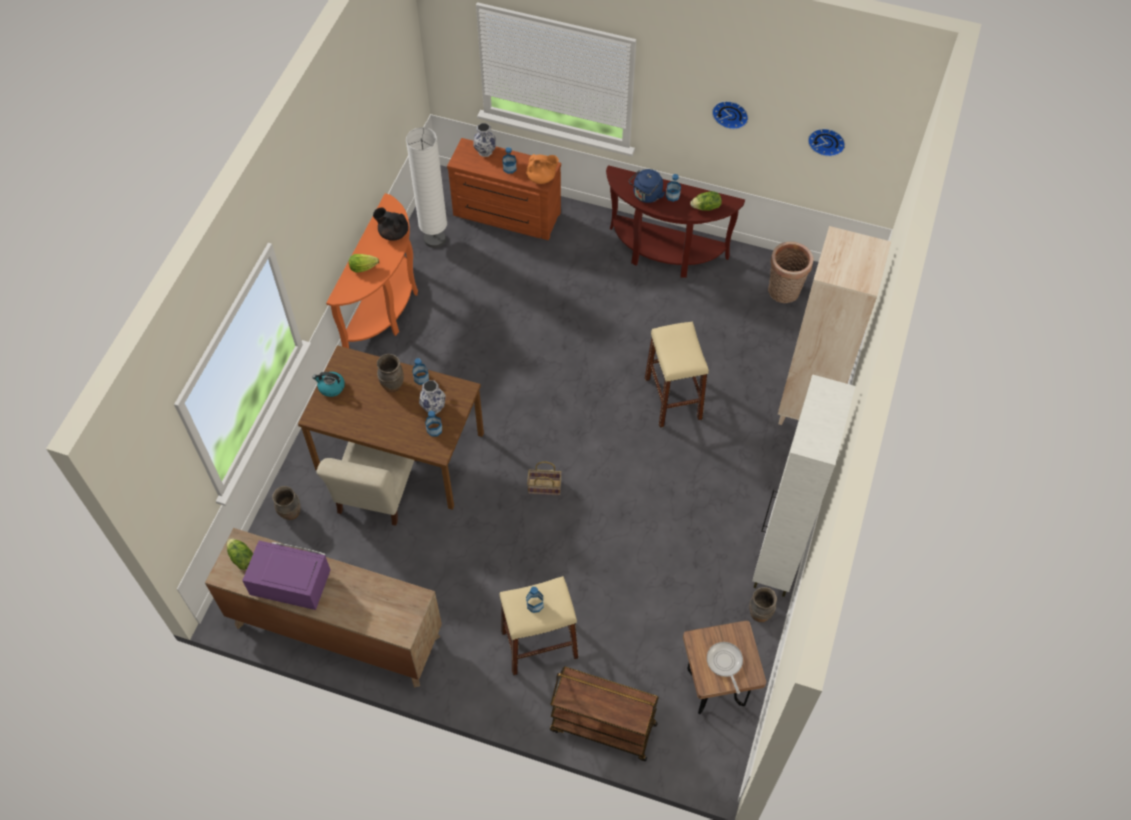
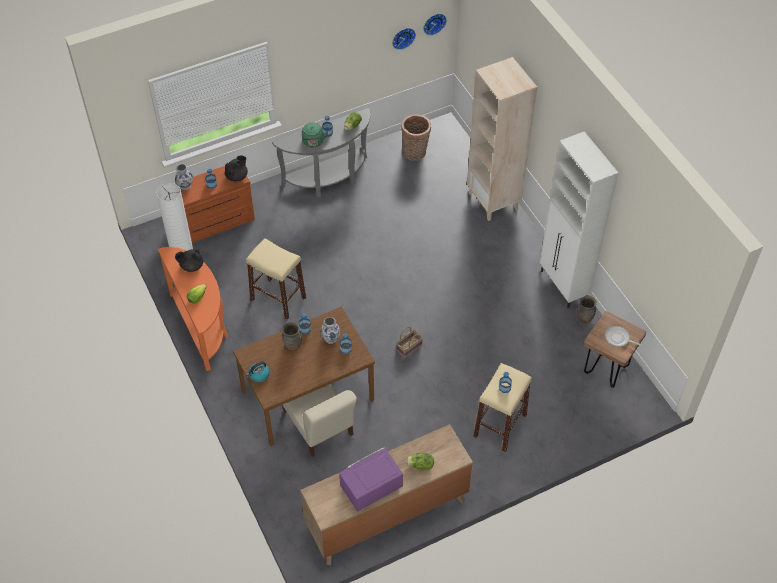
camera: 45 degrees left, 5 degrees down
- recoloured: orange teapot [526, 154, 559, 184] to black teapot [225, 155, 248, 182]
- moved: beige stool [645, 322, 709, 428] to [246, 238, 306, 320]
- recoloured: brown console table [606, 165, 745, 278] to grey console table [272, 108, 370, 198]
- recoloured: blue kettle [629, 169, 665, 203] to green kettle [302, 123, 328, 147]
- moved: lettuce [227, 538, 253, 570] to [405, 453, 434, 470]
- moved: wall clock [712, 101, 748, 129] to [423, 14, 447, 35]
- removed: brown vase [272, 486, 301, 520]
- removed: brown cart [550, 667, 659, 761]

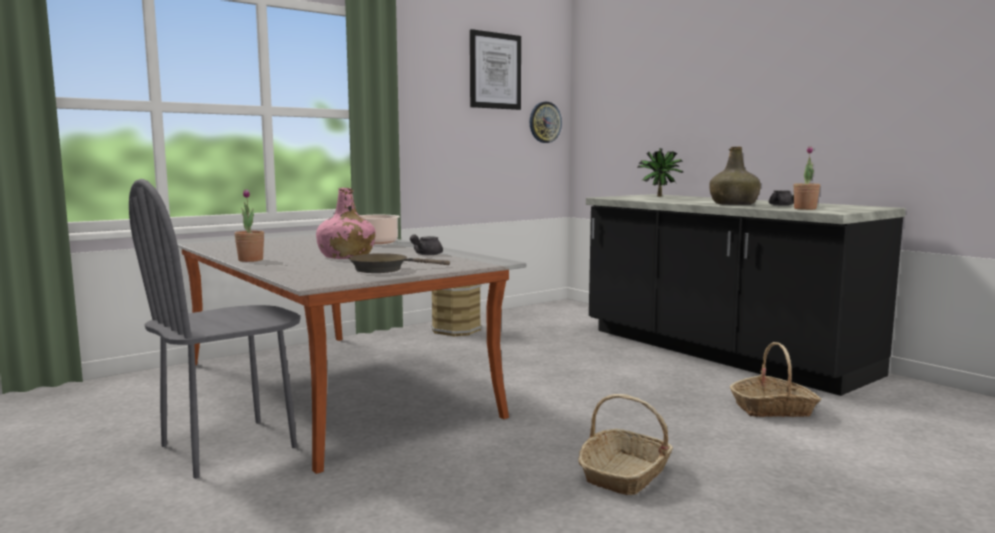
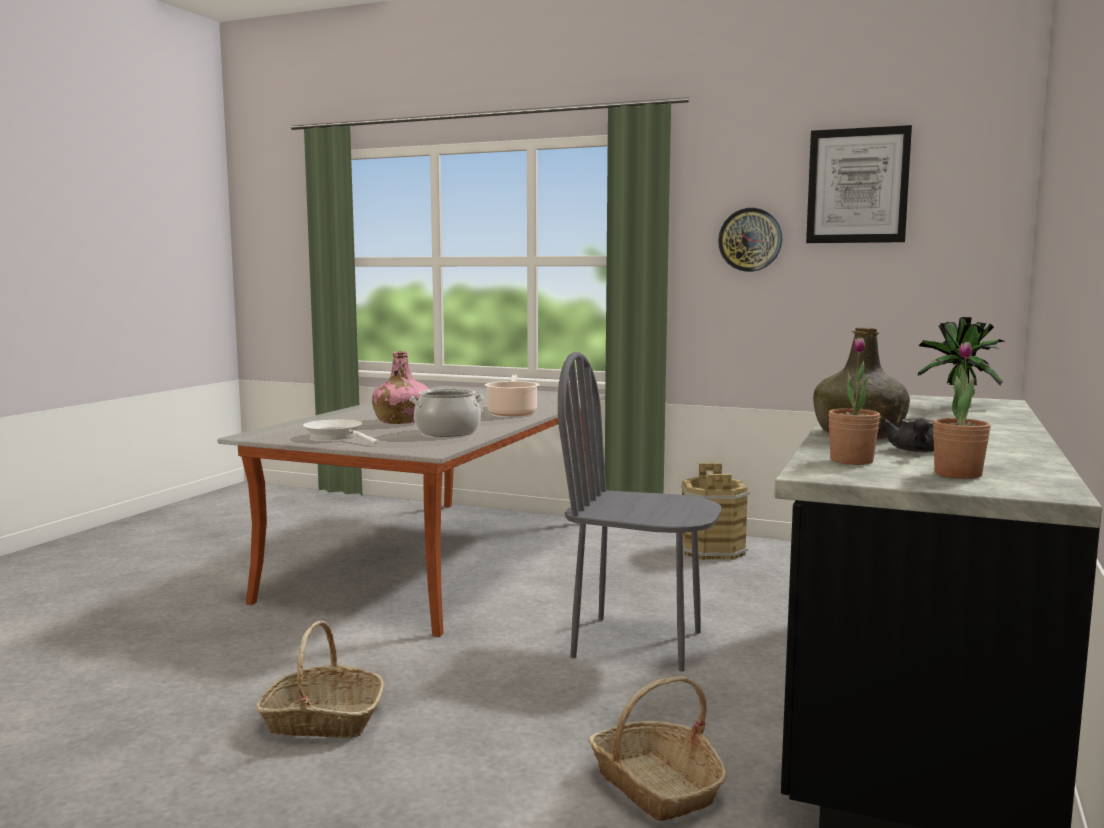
camera: 60 degrees right, 0 degrees up
- recoloured: brown frying pan [348, 253, 450, 273] to white frying pan [303, 420, 378, 444]
- replaced: grey teapot [410, 235, 443, 255] to cooking pot [410, 389, 484, 437]
- moved: grey chair [129, 179, 301, 479] to [558, 352, 721, 672]
- moved: wall clock [530, 102, 562, 143] to [718, 208, 782, 272]
- moved: potted plant [234, 189, 264, 262] to [933, 342, 991, 479]

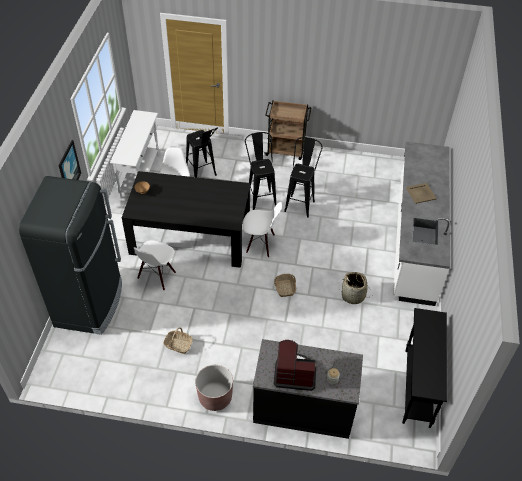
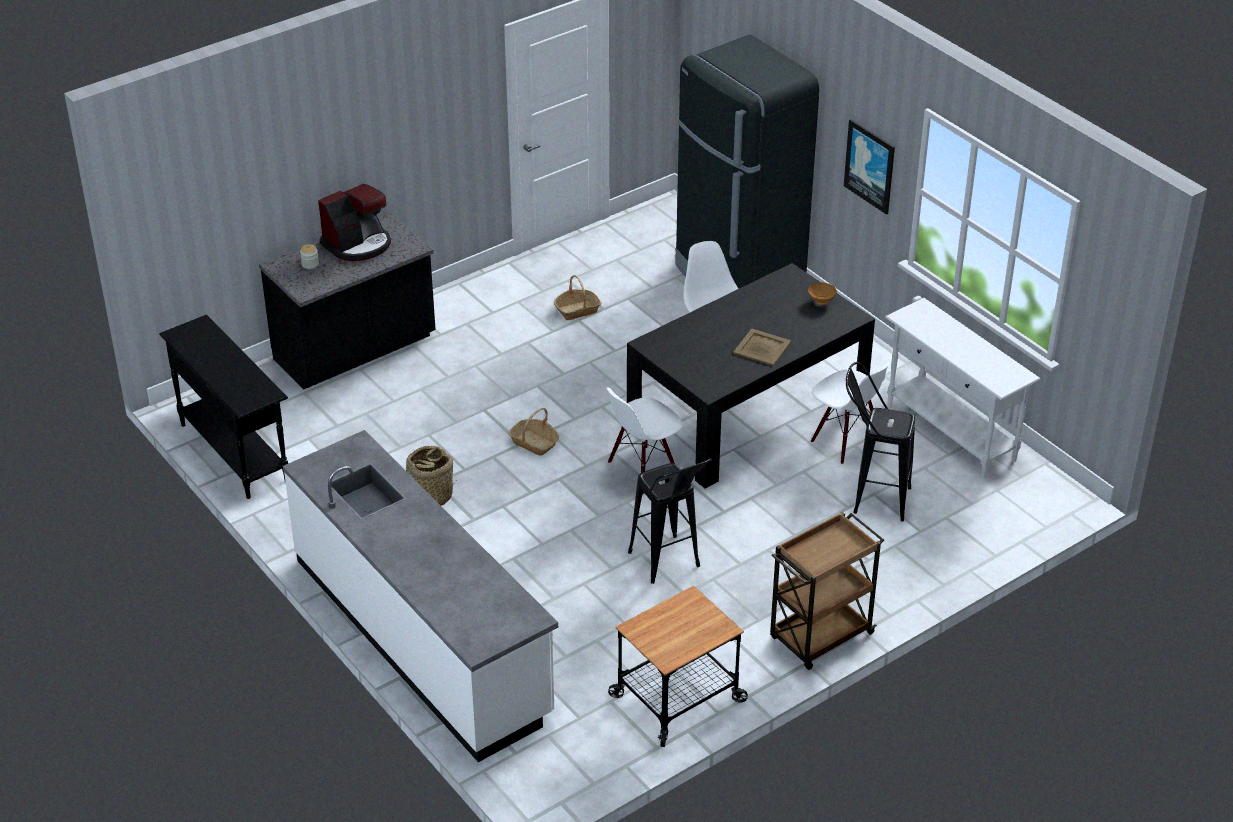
camera: 135 degrees right, 10 degrees down
- added: cart [608, 586, 748, 747]
- moved: beige tray [406, 183, 437, 204] to [733, 329, 791, 366]
- removed: brown planter [195, 365, 233, 411]
- removed: black stool [245, 132, 276, 210]

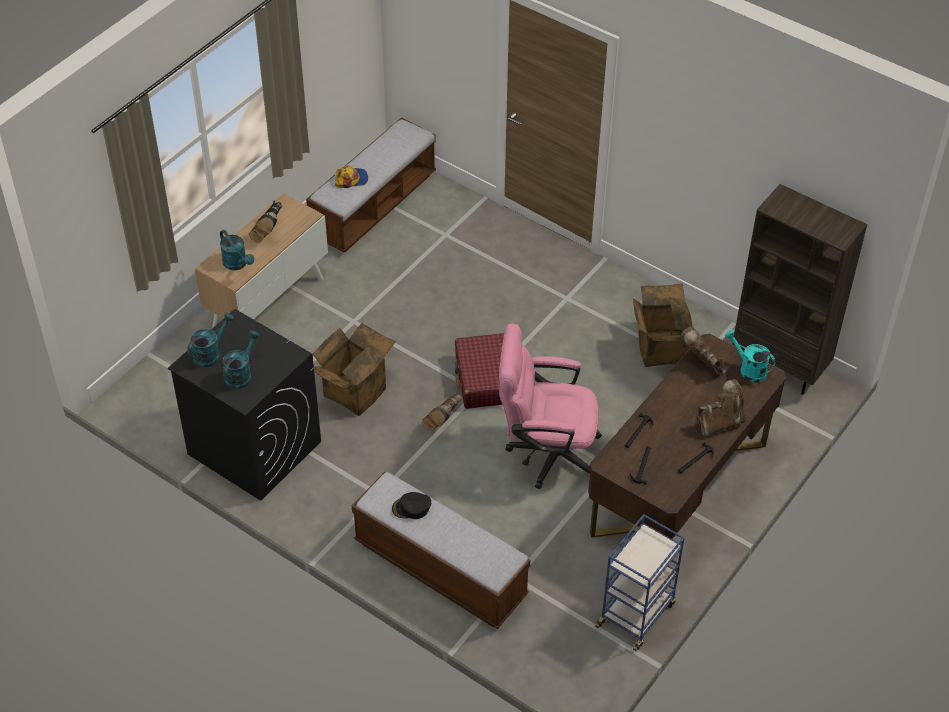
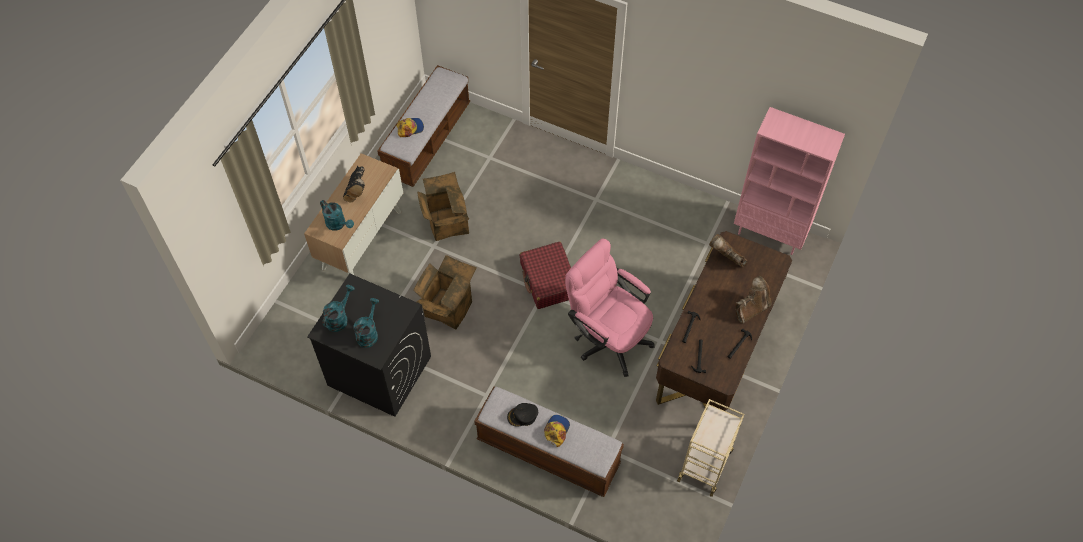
camera: 10 degrees left, 10 degrees up
- moved: cardboard box [633, 283, 692, 367] to [417, 172, 469, 241]
- added: cap [544, 415, 570, 447]
- turned: pink office chair [499, 323, 602, 489] = [565, 239, 654, 377] 45 degrees clockwise
- recoloured: blue cart [595, 514, 685, 651] to beige cart [677, 399, 745, 497]
- recoloured: brown bookcase [733, 184, 867, 395] to pink bookcase [734, 107, 845, 255]
- removed: brown boot [422, 392, 462, 431]
- removed: turquoise watering can [725, 329, 776, 382]

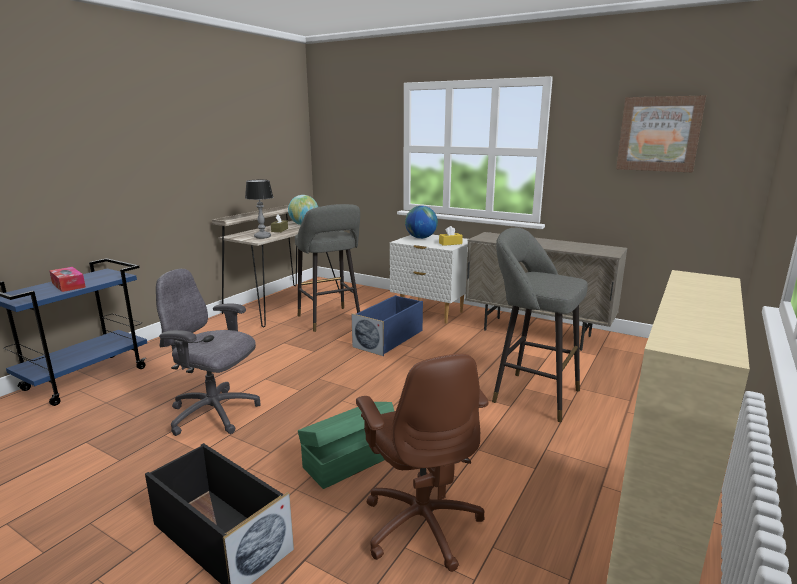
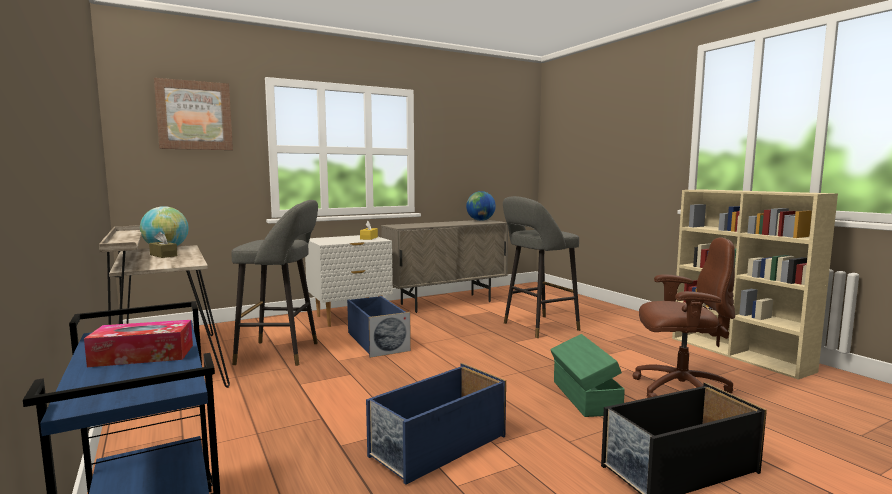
camera: 60 degrees left, 10 degrees down
- moved: picture [616, 96, 706, 173] to [154, 78, 233, 150]
- replaced: grey office chair [156, 269, 260, 436] to blue storage box [366, 363, 506, 485]
- moved: globe [405, 206, 438, 239] to [466, 191, 496, 221]
- removed: table lamp [245, 180, 273, 239]

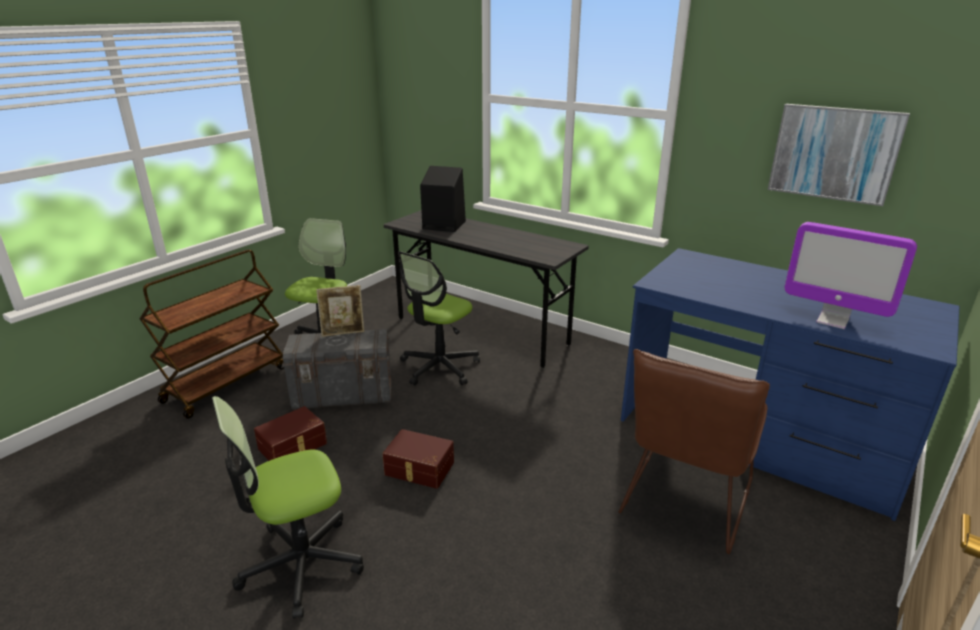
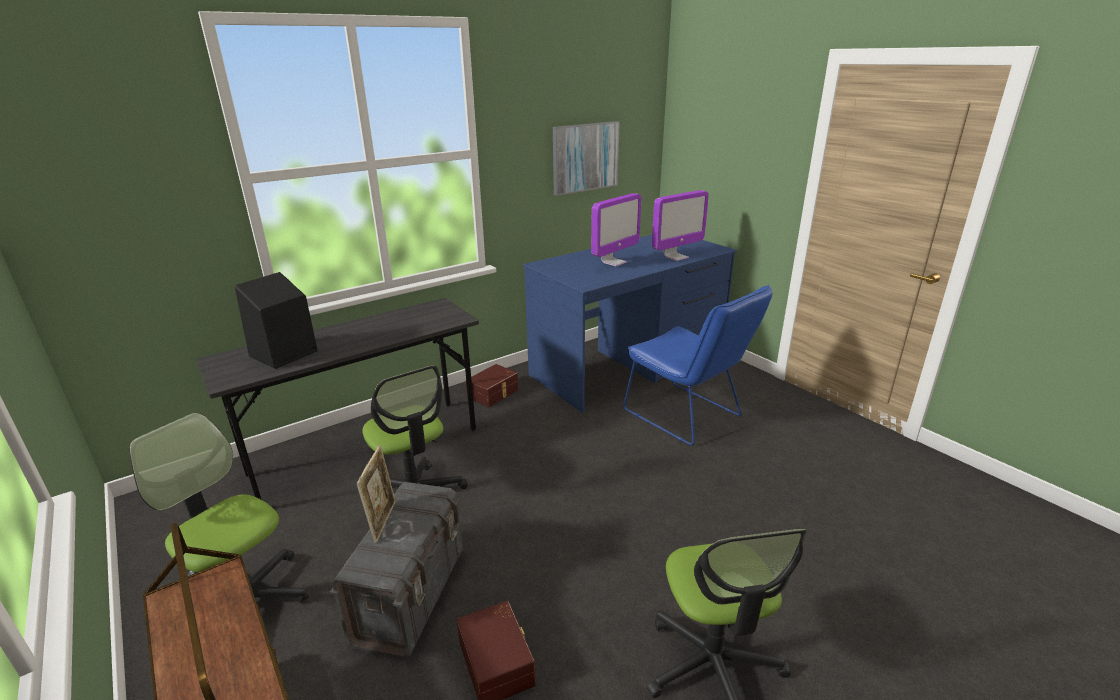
camera: 70 degrees left, 0 degrees up
- moved: brown storage box [382, 429, 454, 489] to [466, 364, 519, 407]
- added: monitor [591, 193, 641, 266]
- recoloured: brown chair [619, 349, 770, 554] to blue chair [623, 284, 772, 445]

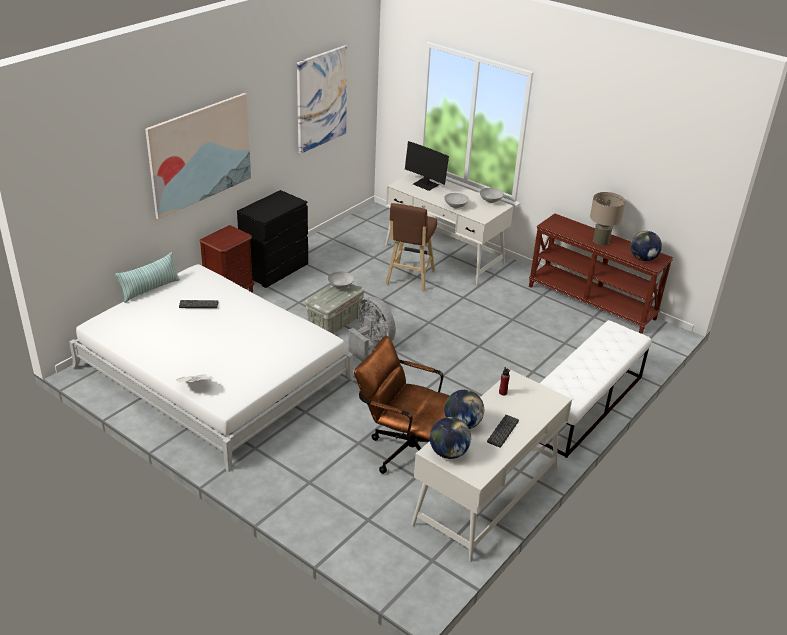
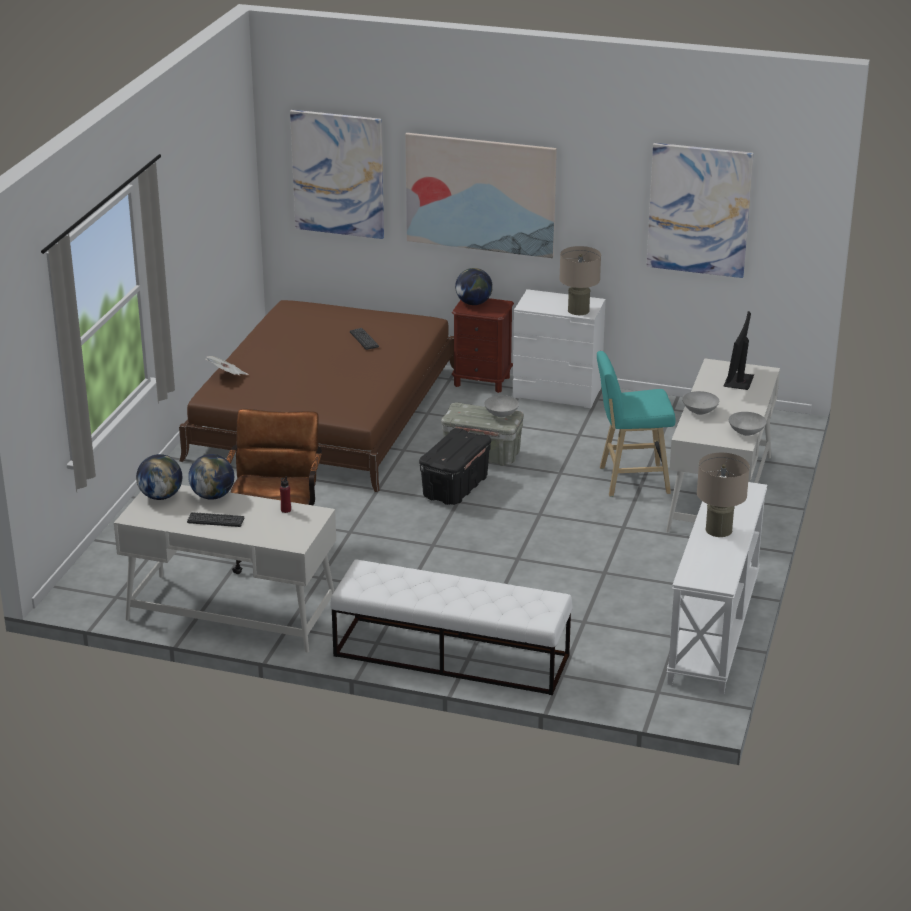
camera: 70 degrees right, 5 degrees down
- recoloured: white bed [69, 264, 355, 472] to brown bed [179, 300, 454, 492]
- added: picture [290, 110, 384, 239]
- replaced: grey fan [348, 297, 396, 361] to black storage box [419, 428, 491, 505]
- moved: globe [630, 231, 662, 261] to [455, 268, 493, 305]
- recoloured: black dresser [237, 190, 308, 288] to white dresser [513, 289, 606, 408]
- added: beige table lamp [559, 246, 601, 315]
- recoloured: brown stool [385, 203, 437, 291] to turquoise stool [597, 351, 676, 497]
- recoloured: brown console table [529, 214, 673, 334] to white console table [667, 482, 767, 694]
- removed: pillow [115, 252, 180, 303]

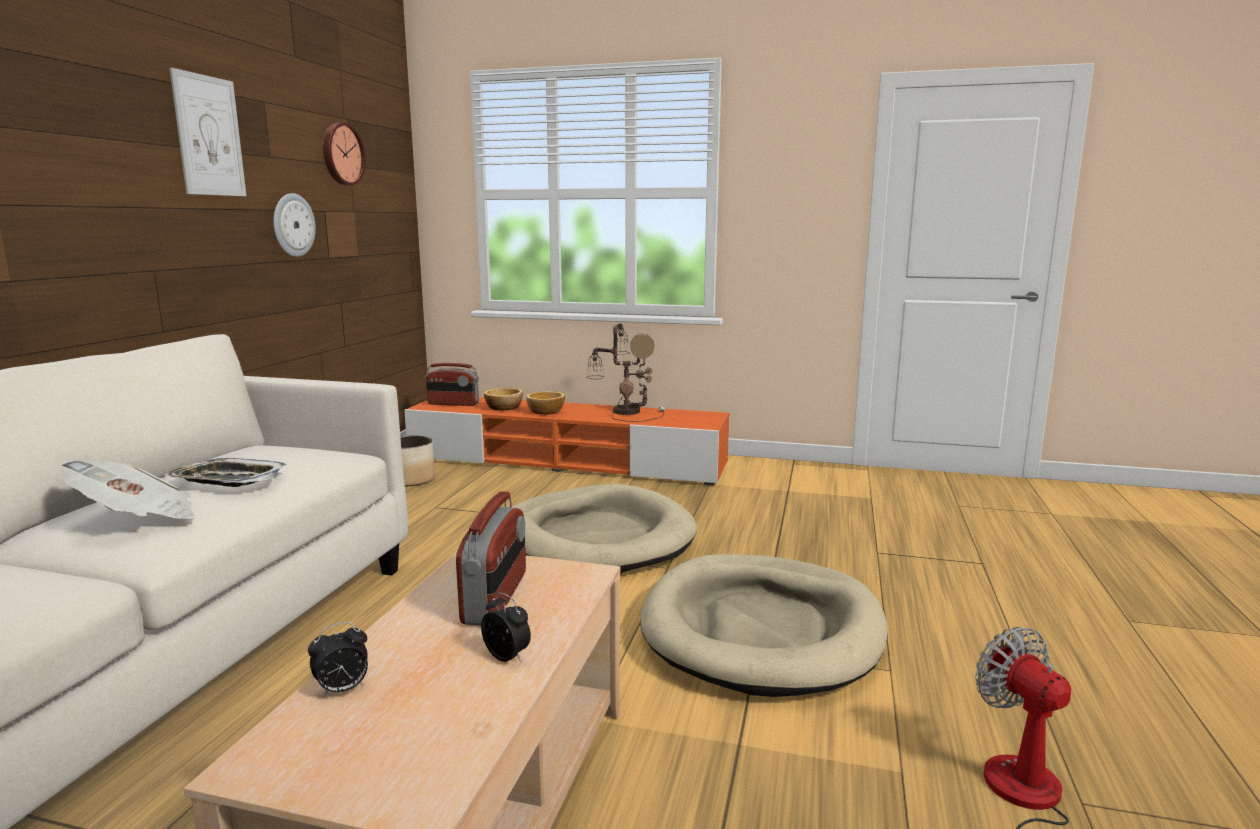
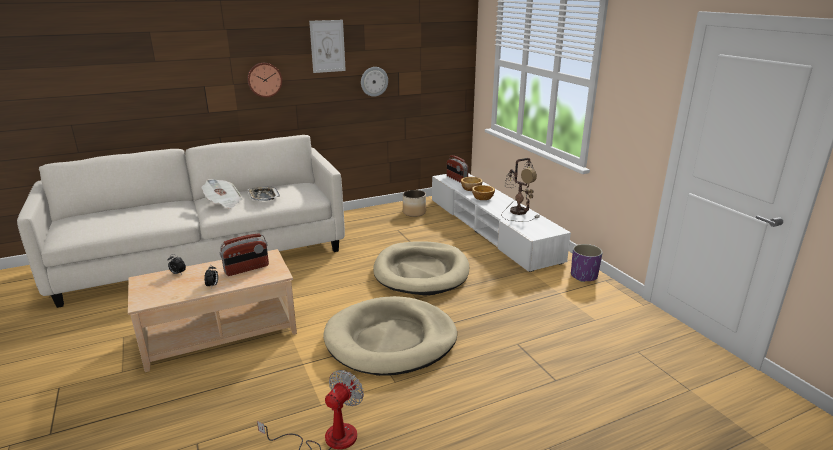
camera: 50 degrees right, 10 degrees up
- moved: wall clock [323, 123, 366, 185] to [247, 63, 282, 97]
- recoloured: orange tv stand [404, 397, 729, 485] to white tv stand [432, 173, 571, 272]
- added: purple planter [571, 244, 603, 282]

